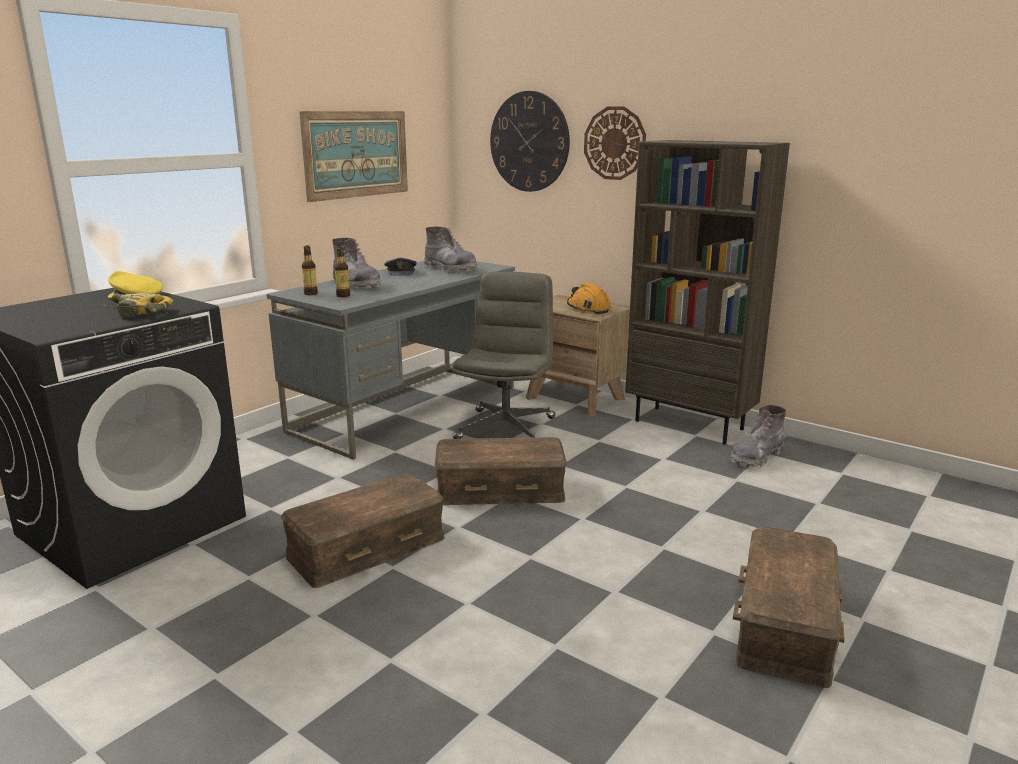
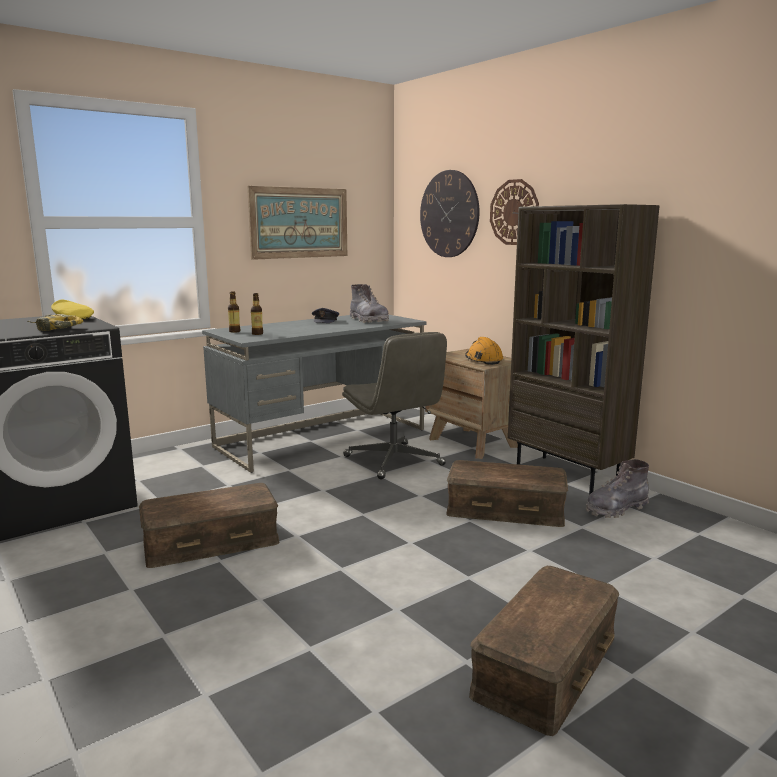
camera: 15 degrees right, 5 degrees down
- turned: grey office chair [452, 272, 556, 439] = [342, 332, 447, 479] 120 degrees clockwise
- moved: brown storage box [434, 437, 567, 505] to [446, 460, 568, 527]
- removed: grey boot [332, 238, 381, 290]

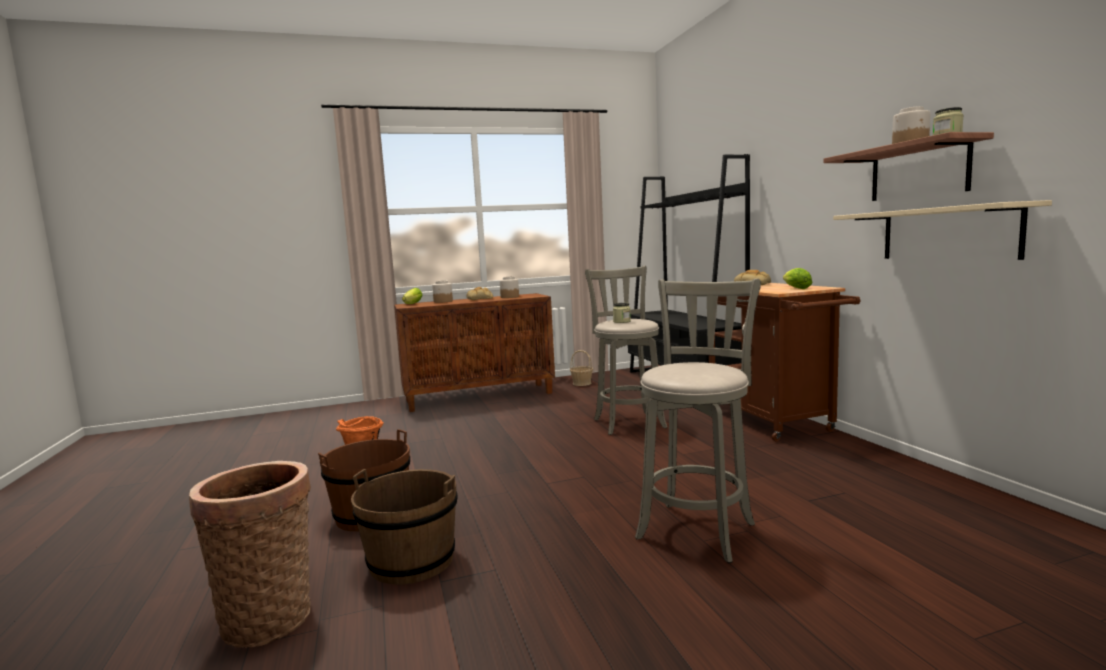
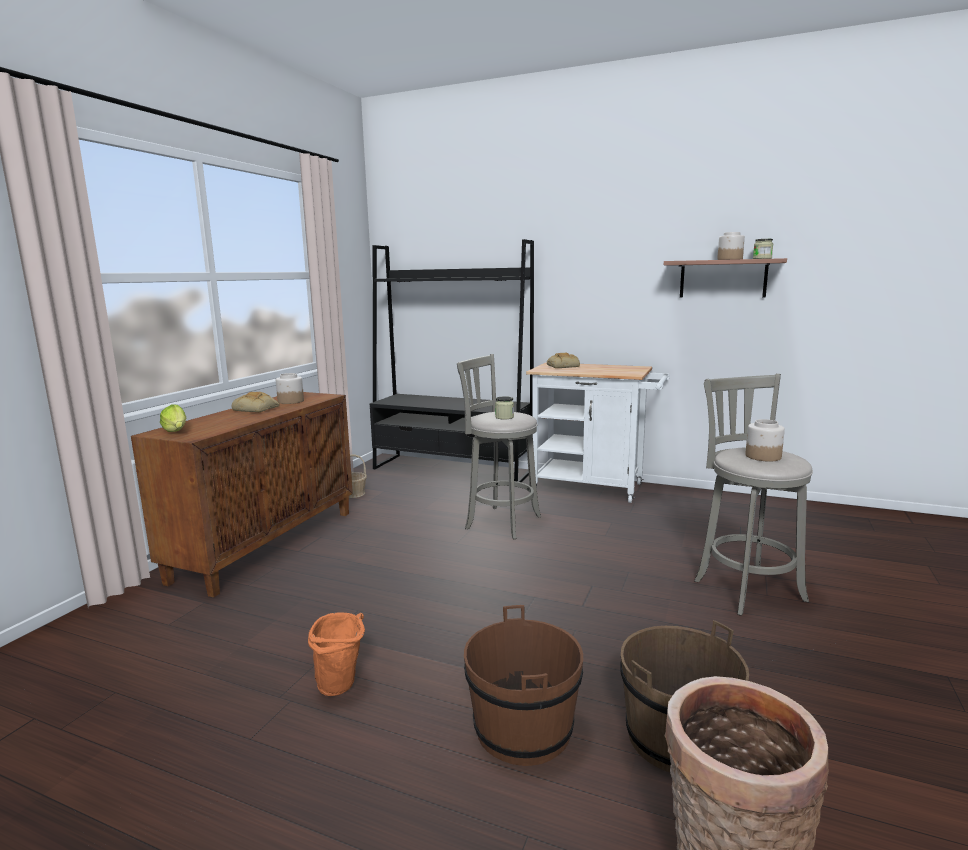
camera: 50 degrees left, 5 degrees up
- recoloured: brown cart [709, 283, 861, 442] to white cart [526, 362, 670, 503]
- moved: jar [432, 281, 453, 303] to [746, 419, 785, 461]
- removed: lettuce [783, 268, 812, 289]
- removed: beige shelf [833, 200, 1052, 260]

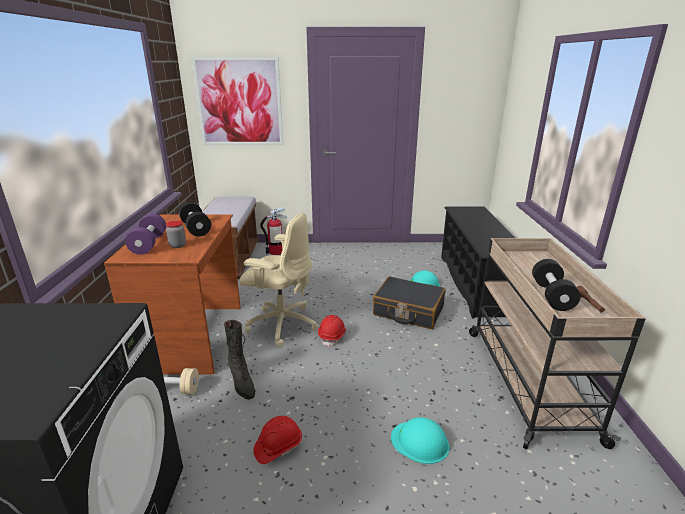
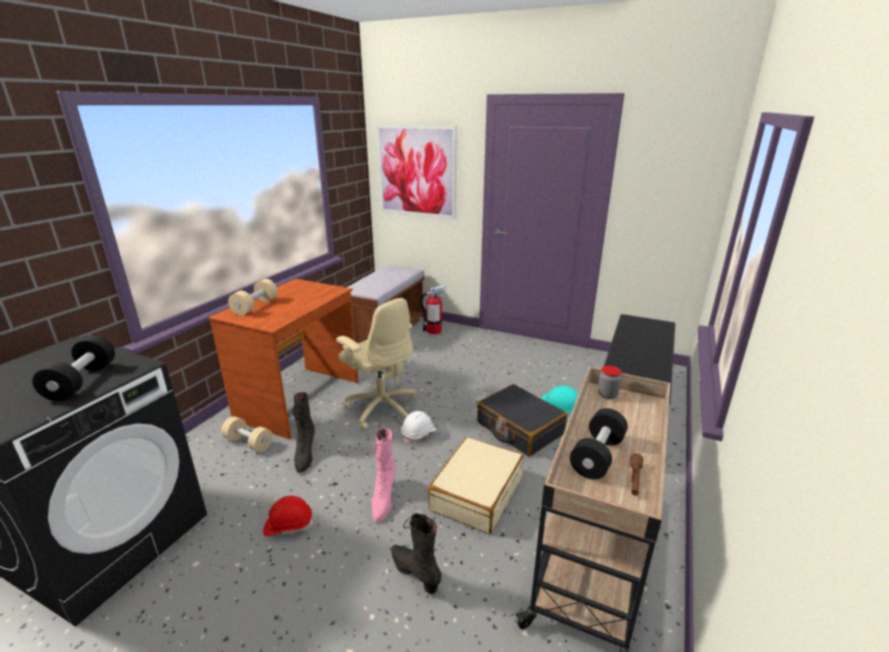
camera: 25 degrees right, 0 degrees up
- moved: black dumbbell [178, 202, 211, 236] to [32, 335, 115, 401]
- recoloured: purple dumbbell [125, 214, 166, 255] to beige dumbbell [228, 279, 278, 315]
- added: pink boot [372, 428, 396, 522]
- replaced: turquoise hard hat [391, 417, 449, 464] to black boot [391, 514, 441, 594]
- recoloured: red hard hat [318, 315, 346, 347] to white hard hat [401, 411, 437, 444]
- added: beige suitcase [428, 437, 524, 534]
- moved: jar [166, 221, 186, 248] to [598, 366, 622, 399]

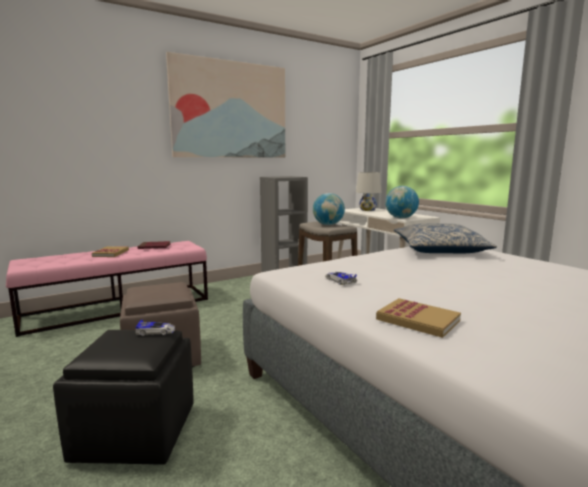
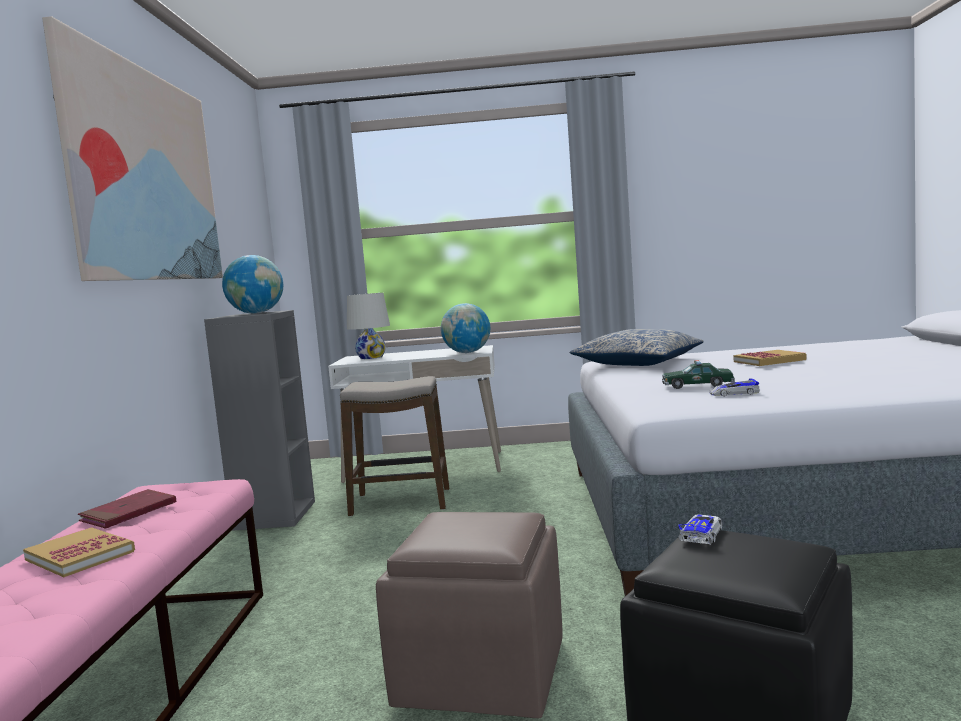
camera: 55 degrees left, 5 degrees down
- moved: globe [313, 193, 345, 225] to [222, 255, 283, 314]
- added: toy car [662, 360, 735, 389]
- moved: book [376, 298, 461, 338] to [733, 350, 807, 366]

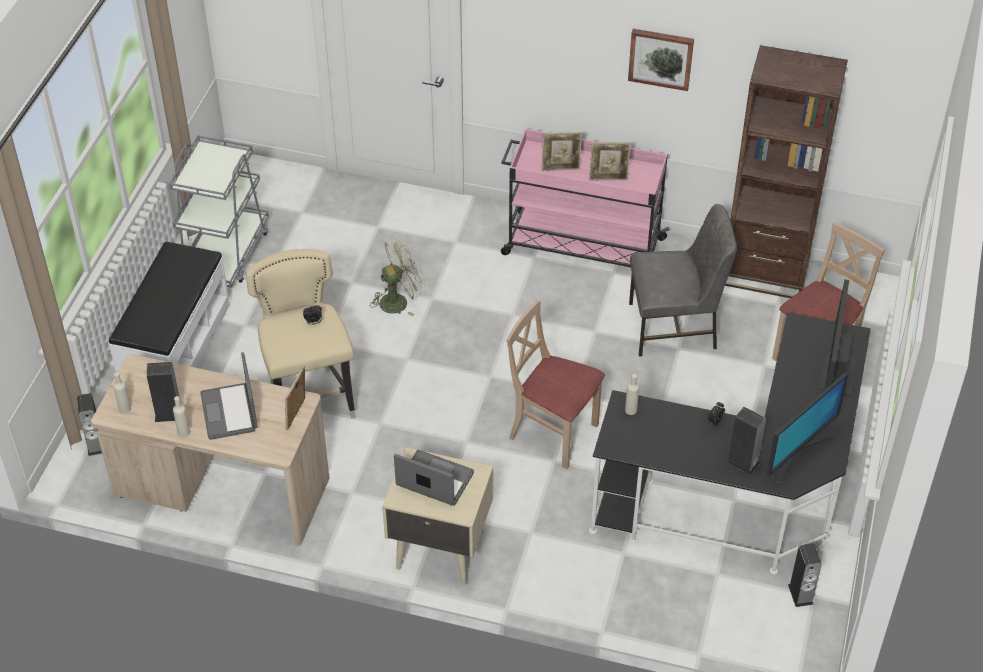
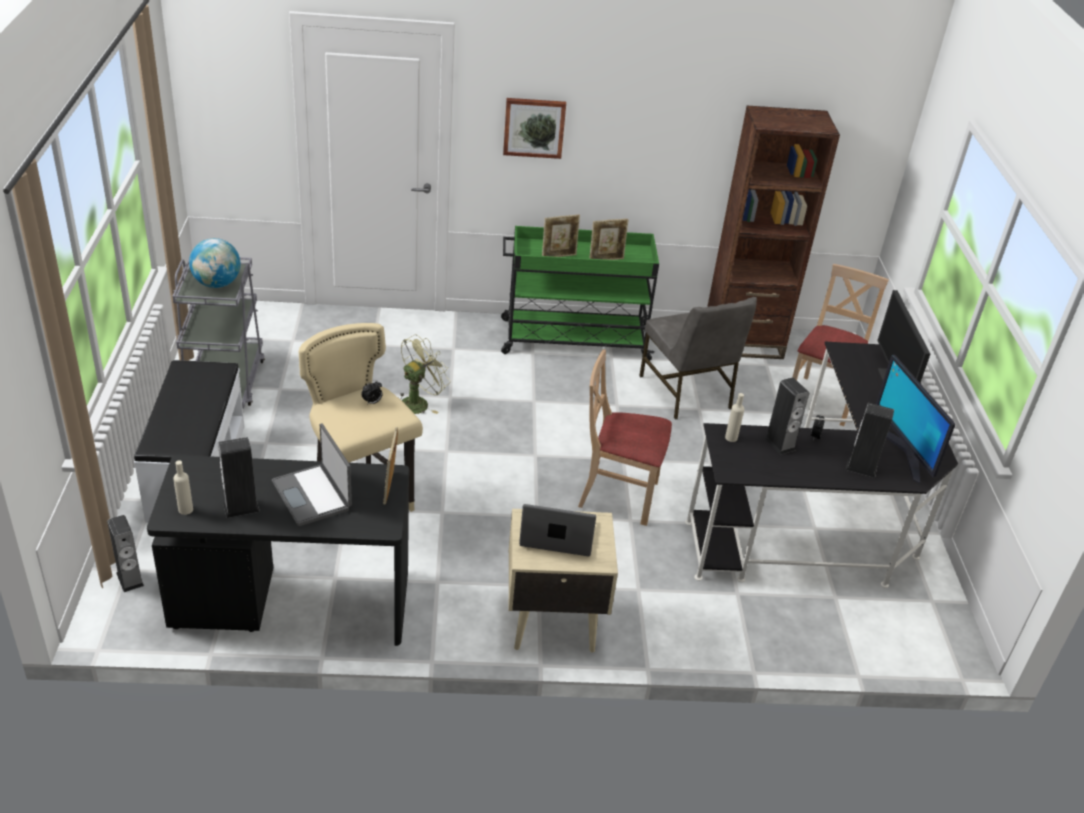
camera: 20 degrees left, 10 degrees down
- recoloured: beige desk [91, 354, 329, 546] to black desk [147, 455, 409, 646]
- added: globe [189, 238, 240, 288]
- recoloured: pink cart [501, 129, 670, 267] to green cart [501, 226, 659, 361]
- moved: picture [628, 29, 694, 91] to [503, 98, 566, 159]
- turned: grey chair [629, 204, 737, 357] = [639, 297, 757, 420] 90 degrees clockwise
- moved: speaker [788, 543, 822, 607] to [764, 377, 809, 455]
- turned: monitor [767, 372, 848, 484] = [876, 355, 956, 484] 135 degrees clockwise
- removed: beige bottle [173, 396, 190, 437]

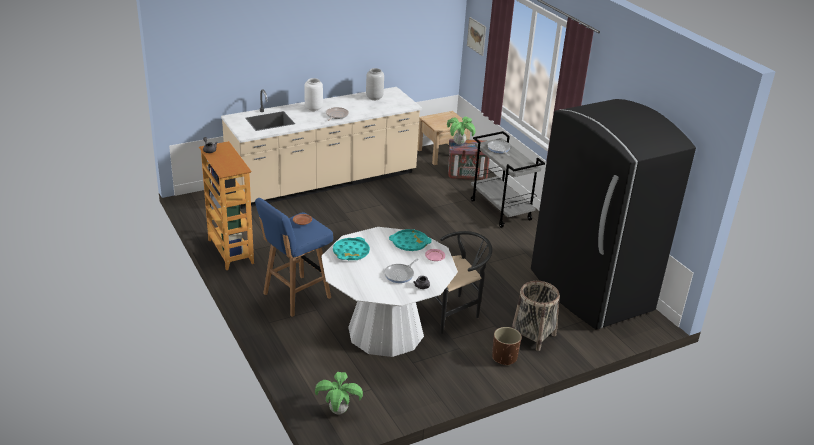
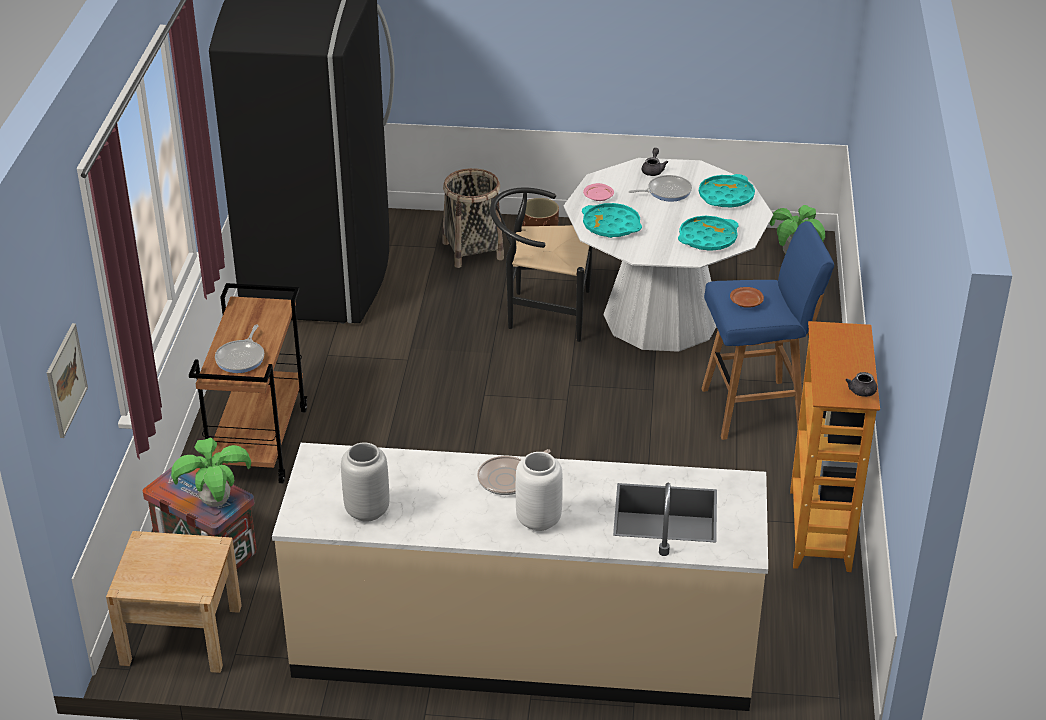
camera: 145 degrees left, 5 degrees up
- recoloured: grey cart [471, 131, 545, 228] to brown cart [189, 283, 307, 484]
- added: turquoise tray [699, 174, 755, 207]

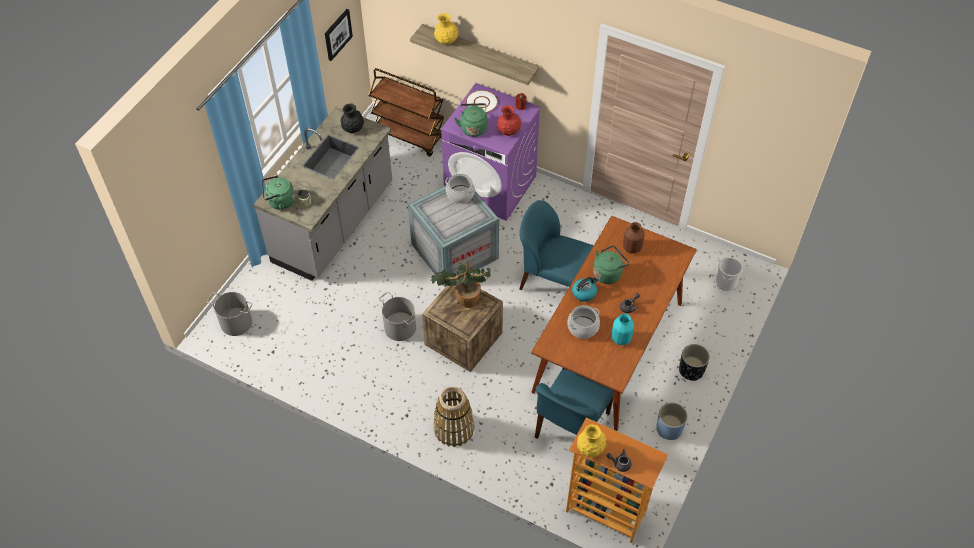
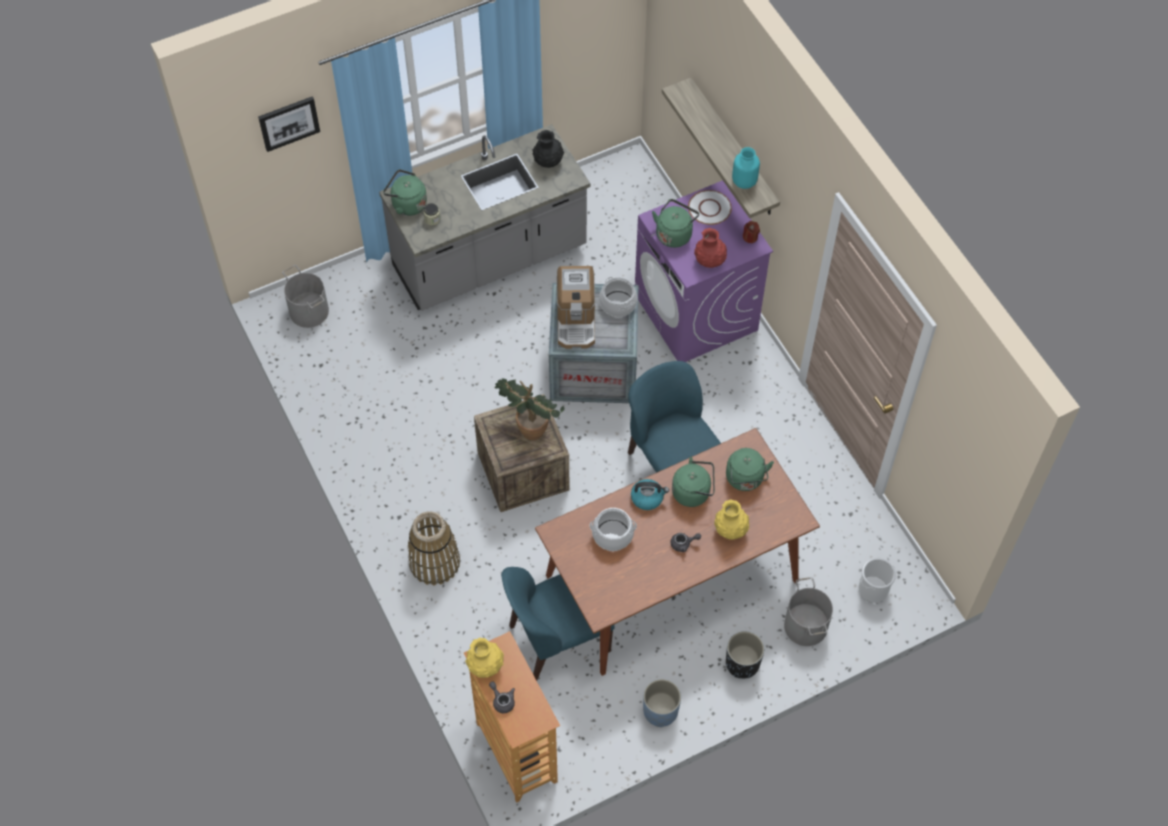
camera: 35 degrees right, 5 degrees up
- moved: picture [325, 9, 353, 61] to [258, 96, 320, 152]
- added: coffee machine [557, 266, 595, 349]
- moved: yellow vase [434, 13, 459, 45] to [714, 499, 749, 540]
- replaced: brown vase [623, 222, 644, 253] to green kettle [726, 448, 774, 491]
- moved: turquoise vase [611, 313, 634, 345] to [732, 147, 760, 189]
- moved: grey bucket [379, 292, 418, 341] to [784, 577, 833, 646]
- removed: brown cart [369, 68, 444, 157]

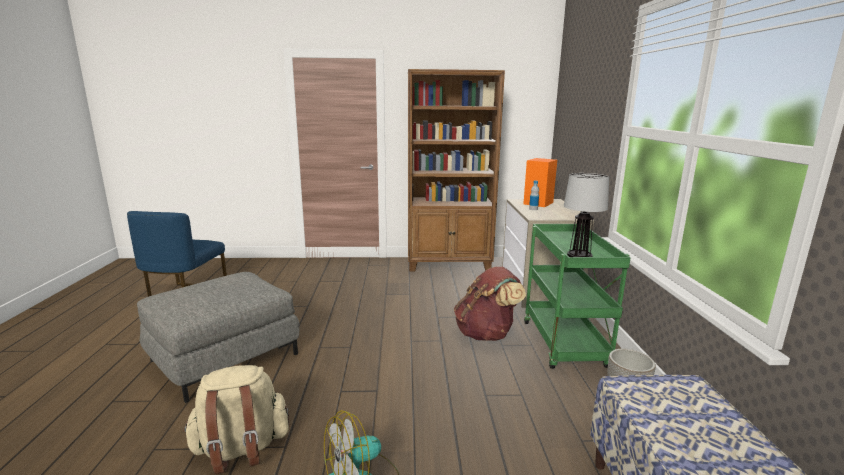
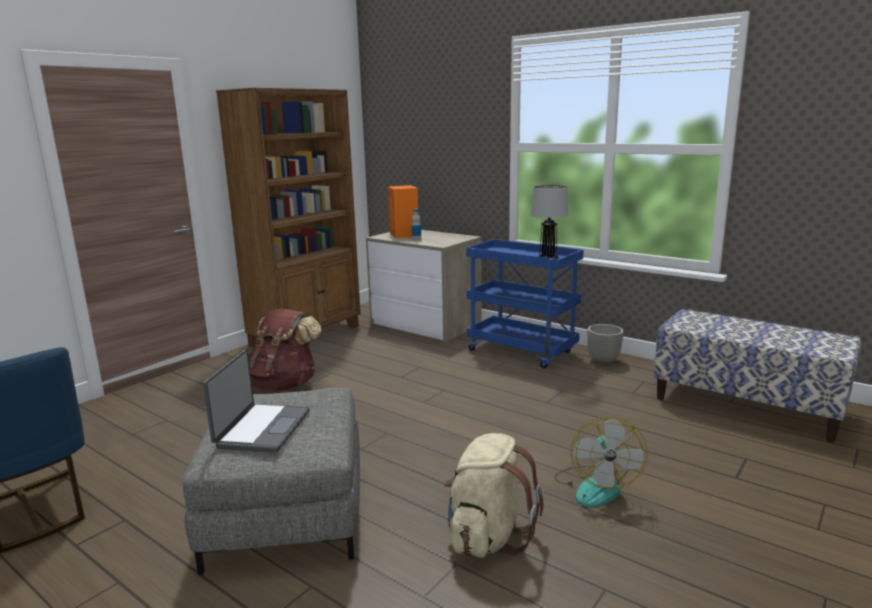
camera: 50 degrees left, 0 degrees up
- added: laptop [203, 349, 310, 453]
- moved: brown backpack [454, 267, 526, 341] to [248, 308, 321, 391]
- recoloured: green cart [524, 224, 631, 369] to blue cart [466, 239, 584, 368]

